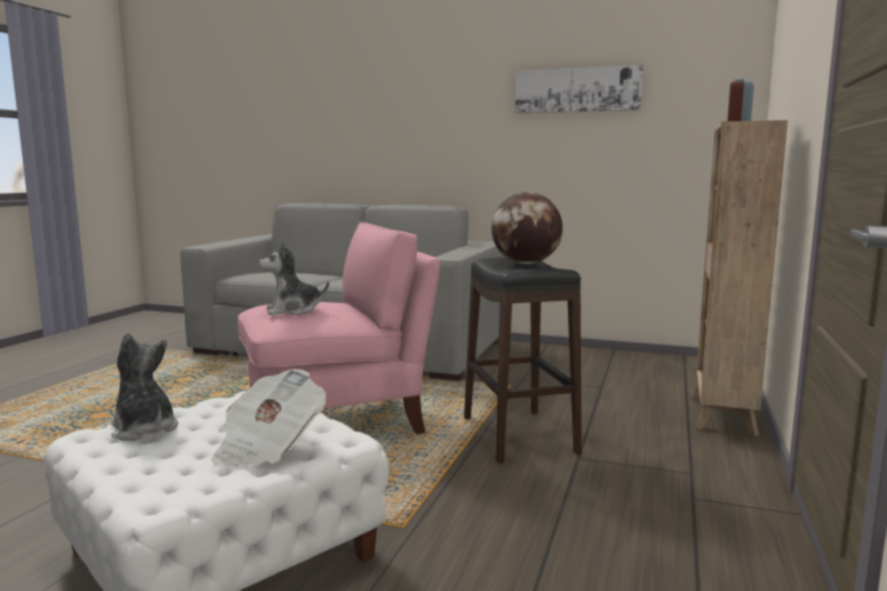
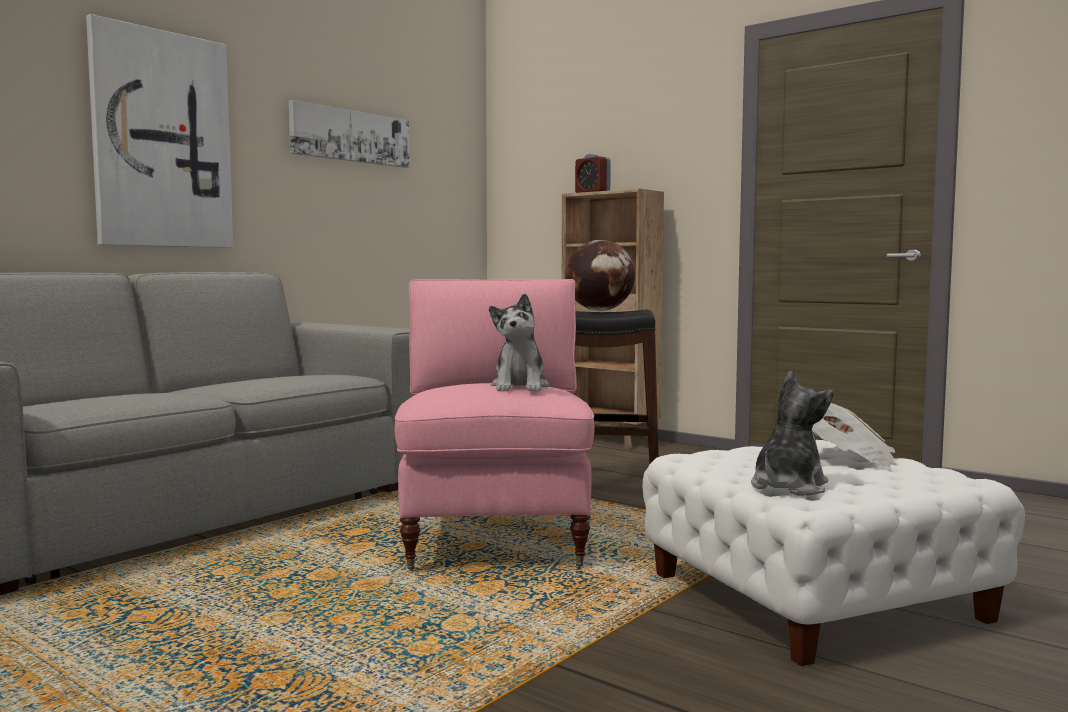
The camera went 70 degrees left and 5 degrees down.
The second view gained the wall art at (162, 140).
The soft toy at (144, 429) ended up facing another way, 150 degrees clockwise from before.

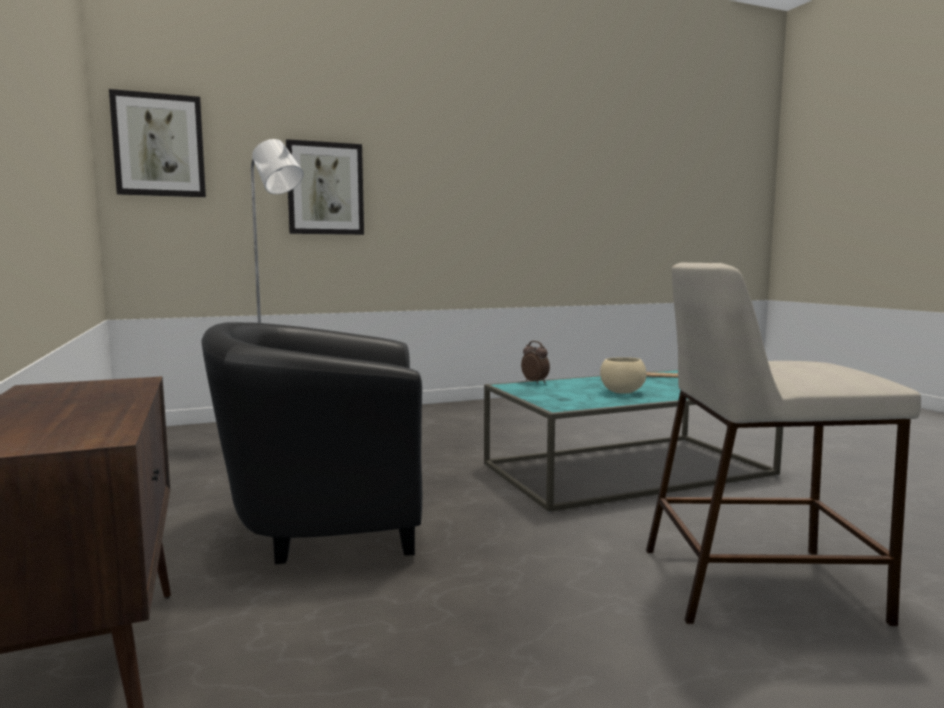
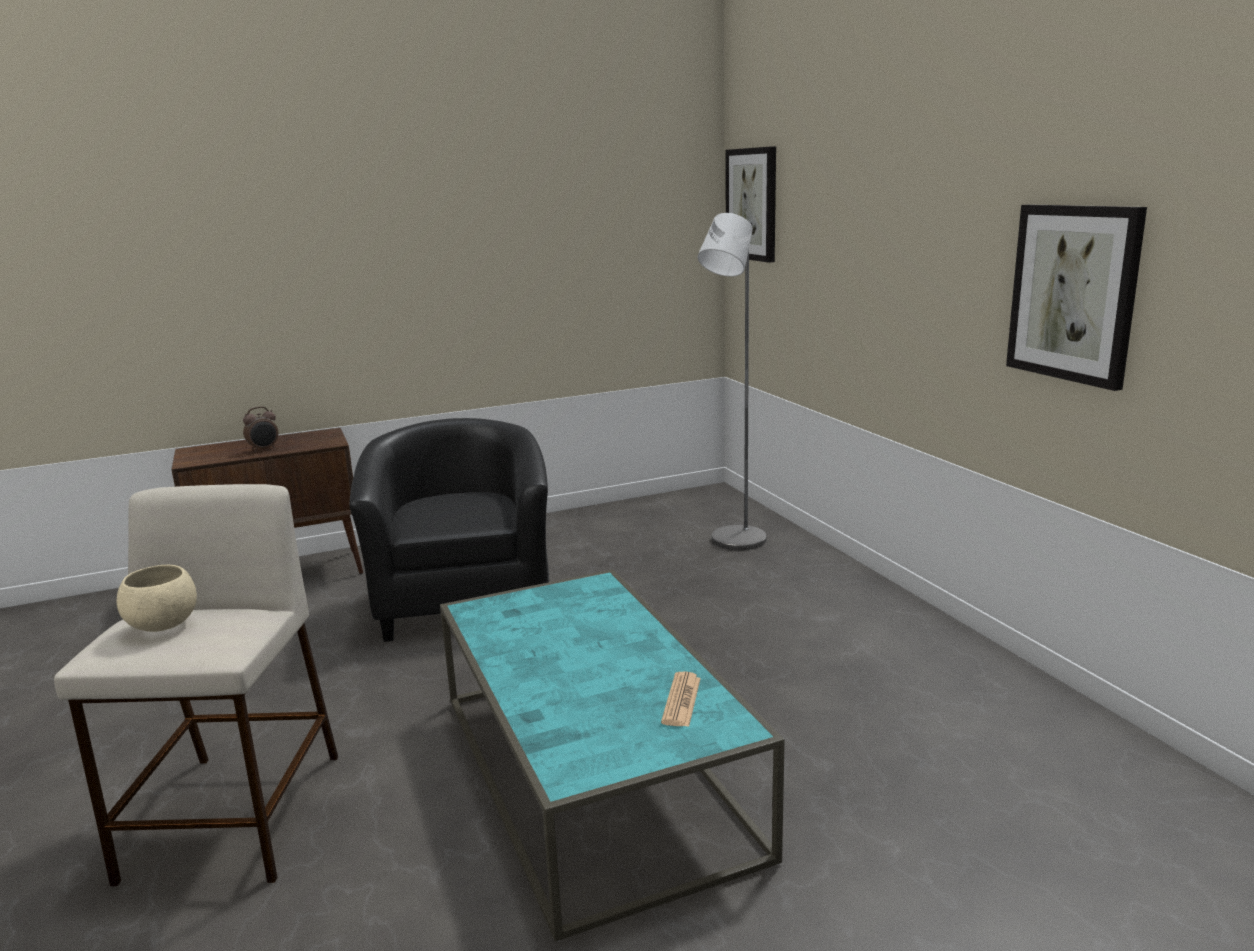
The camera went 90 degrees right and 10 degrees up.
The beige-coloured serving bowl ended up elsewhere, having gone from (621, 392) to (164, 625).
The bedside clock ended up elsewhere, having gone from (535, 382) to (264, 449).
The wall art ended up elsewhere, having gone from (325, 188) to (1073, 293).

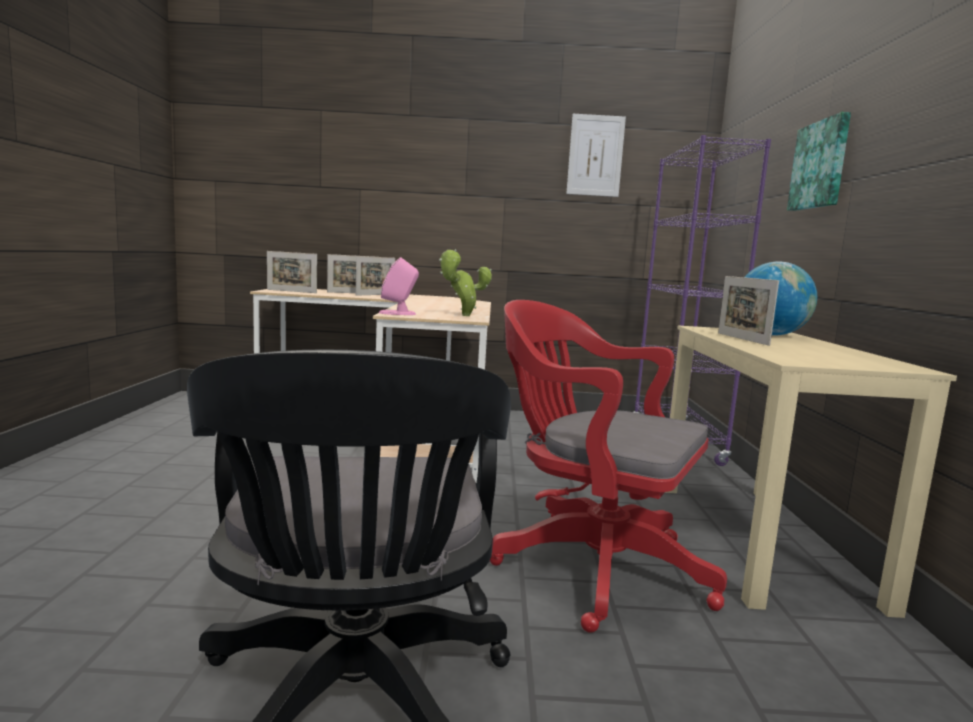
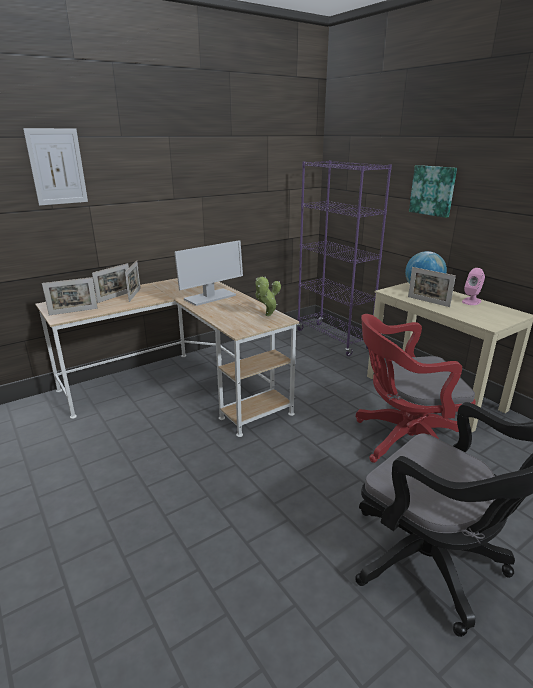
The camera went 35 degrees left and 15 degrees up.
The wall art ended up elsewhere, having gone from (595, 155) to (57, 167).
The second view gained the monitor at (210, 297).
The pink speaker ended up elsewhere, having gone from (398, 313) to (471, 301).

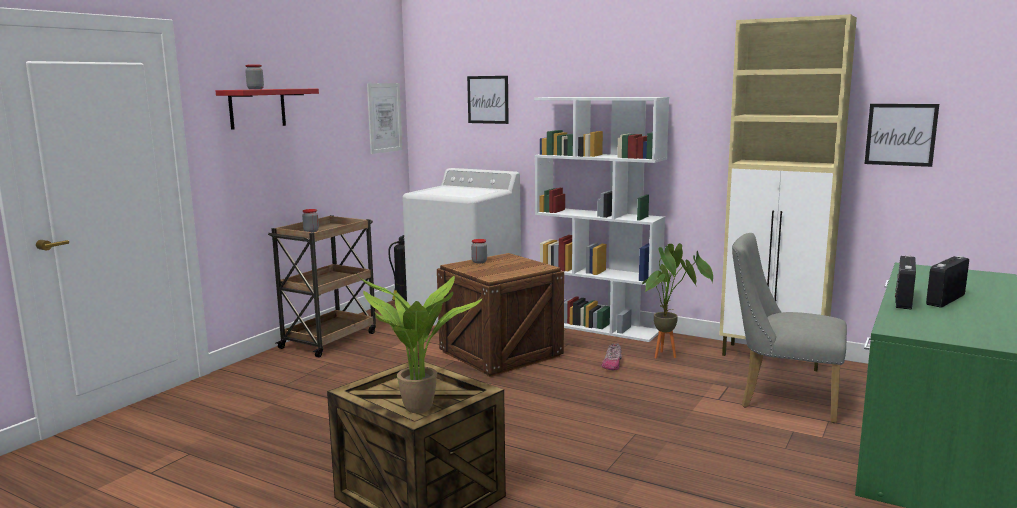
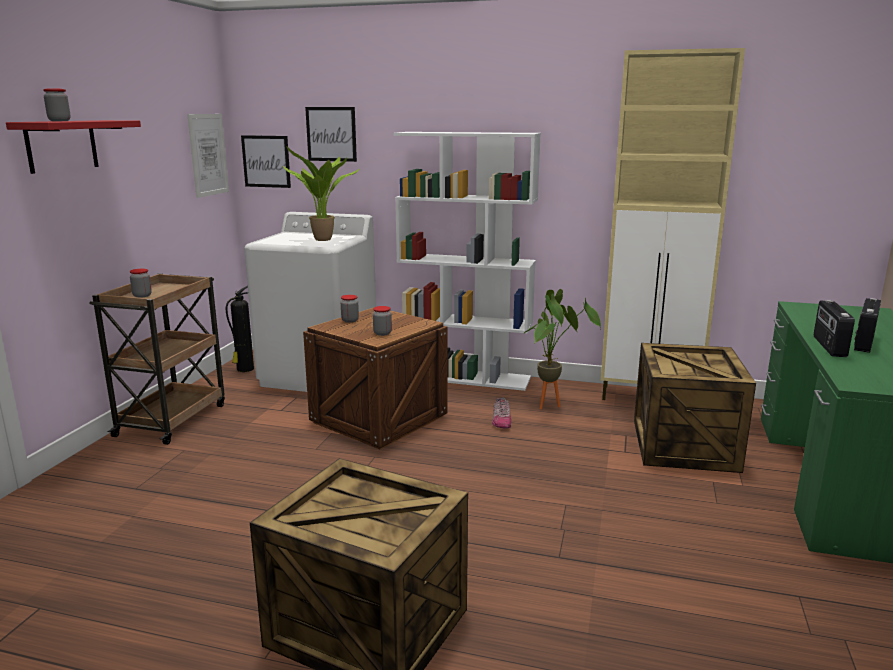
The camera went 15 degrees left and 5 degrees up.
The wall art ended up elsewhere, having gone from (900, 134) to (266, 161).
The houseplant ended up elsewhere, having gone from (418, 411) to (324, 240).
The second view gained the storage jar at (382, 333).
Where the greyish upright chair stood at (781, 399), the crate came to stand at (682, 444).

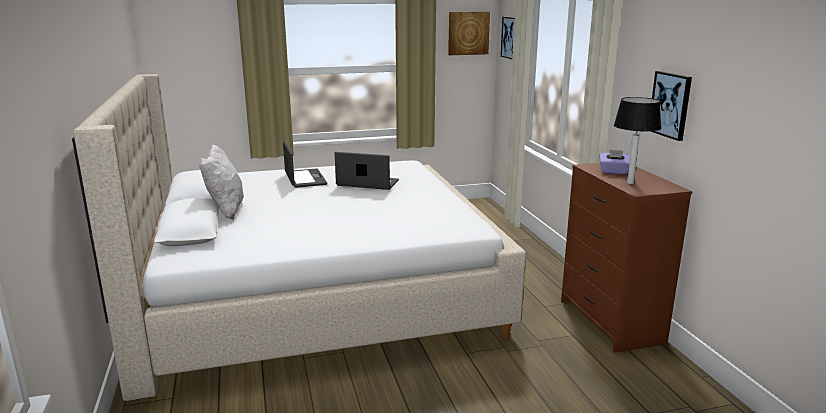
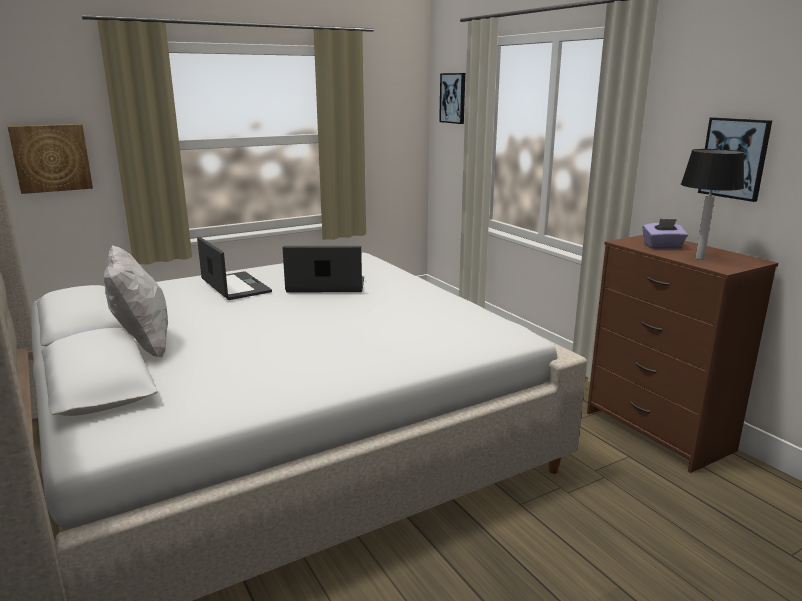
The camera went 15 degrees left and 0 degrees up.
The wall art ended up elsewhere, having gone from (468, 33) to (51, 158).

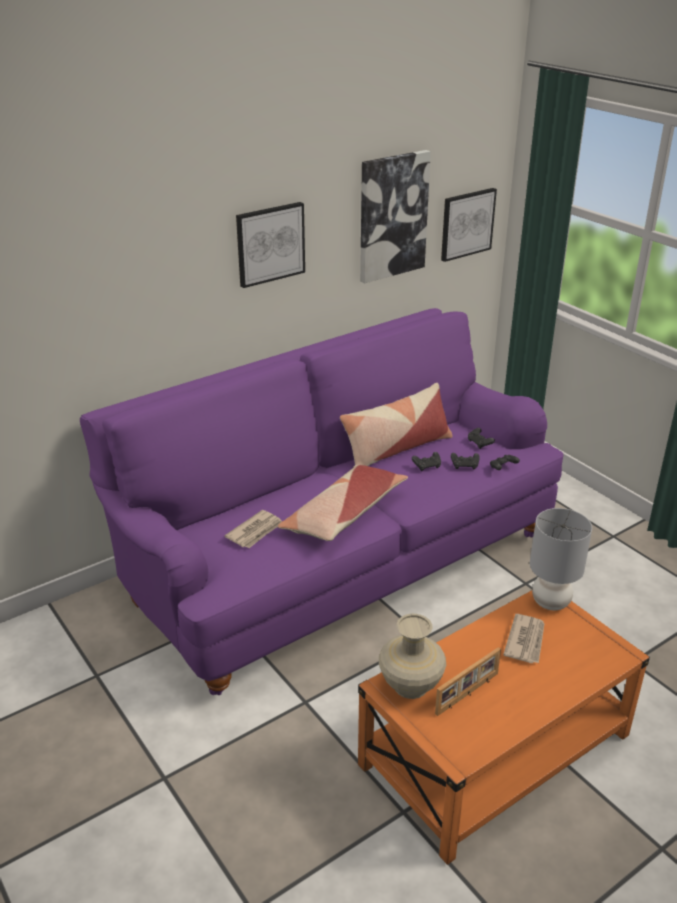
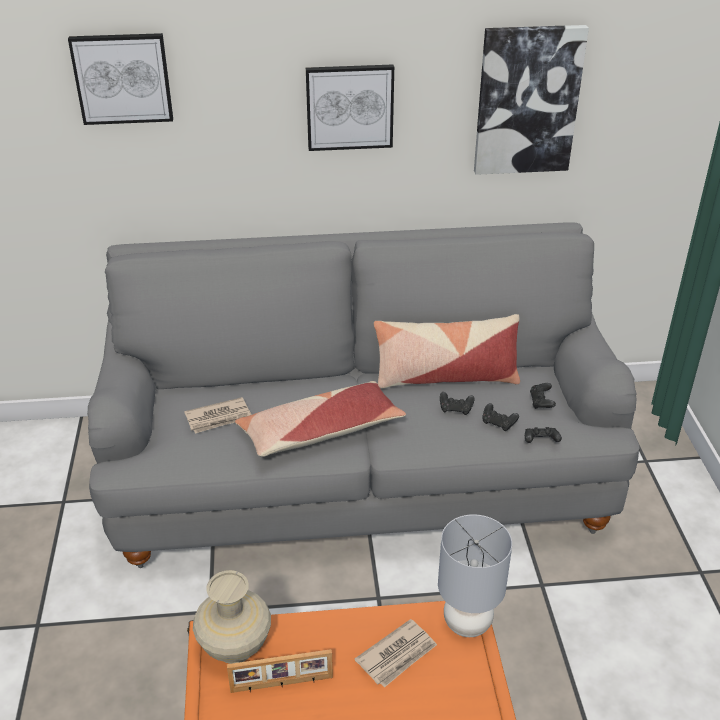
The camera went 30 degrees right and 5 degrees up.
The wall art ended up elsewhere, having gone from (466, 224) to (122, 78).
What was the purplish settee at (337, 563) turned into the greyish settee at (359, 478).

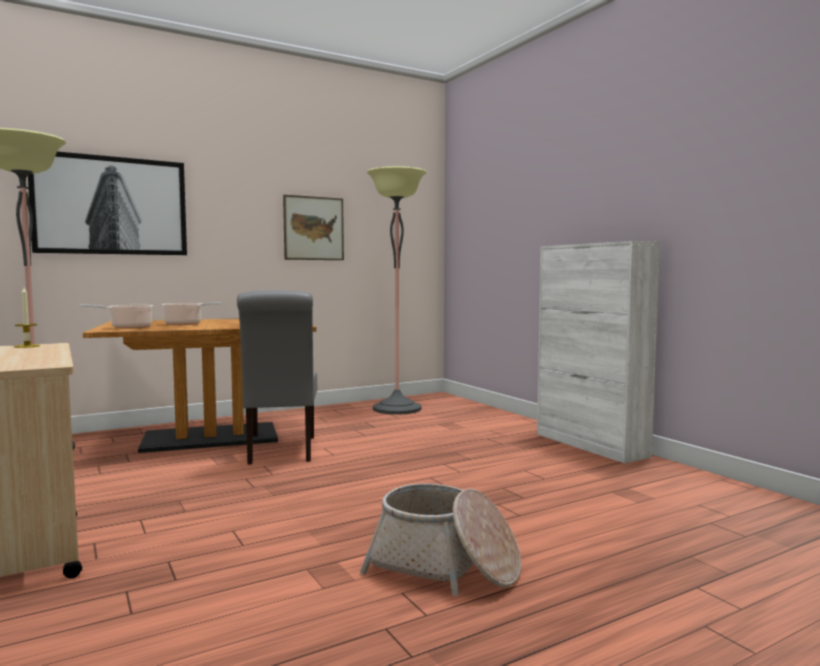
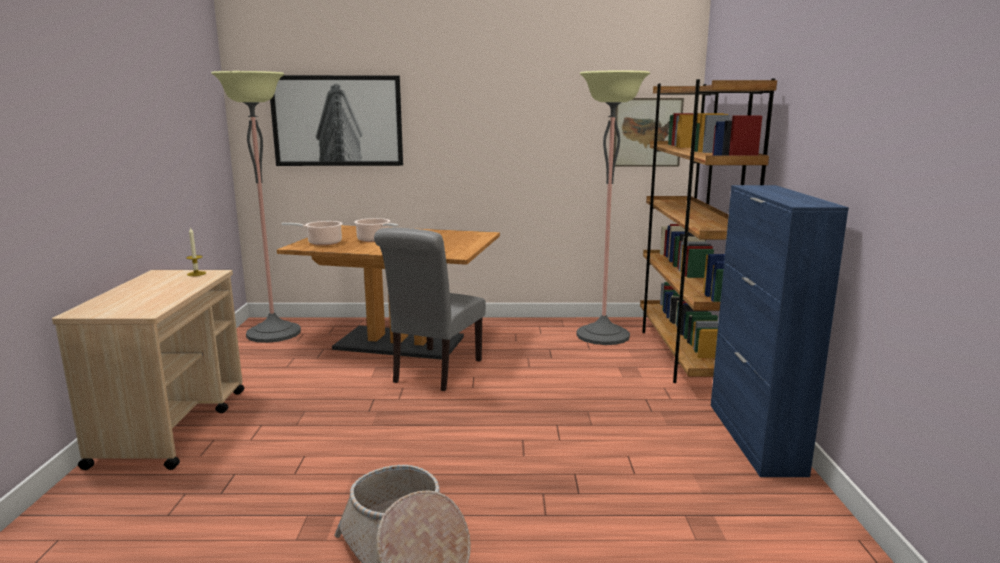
The camera went 30 degrees right and 10 degrees up.
The wall art ended up elsewhere, having gone from (314, 228) to (647, 132).
The second view gained the brown-coloured bookcase at (684, 355).
What was the white-coloured storage cabinet at (590, 445) turned into the blue storage cabinet at (755, 438).

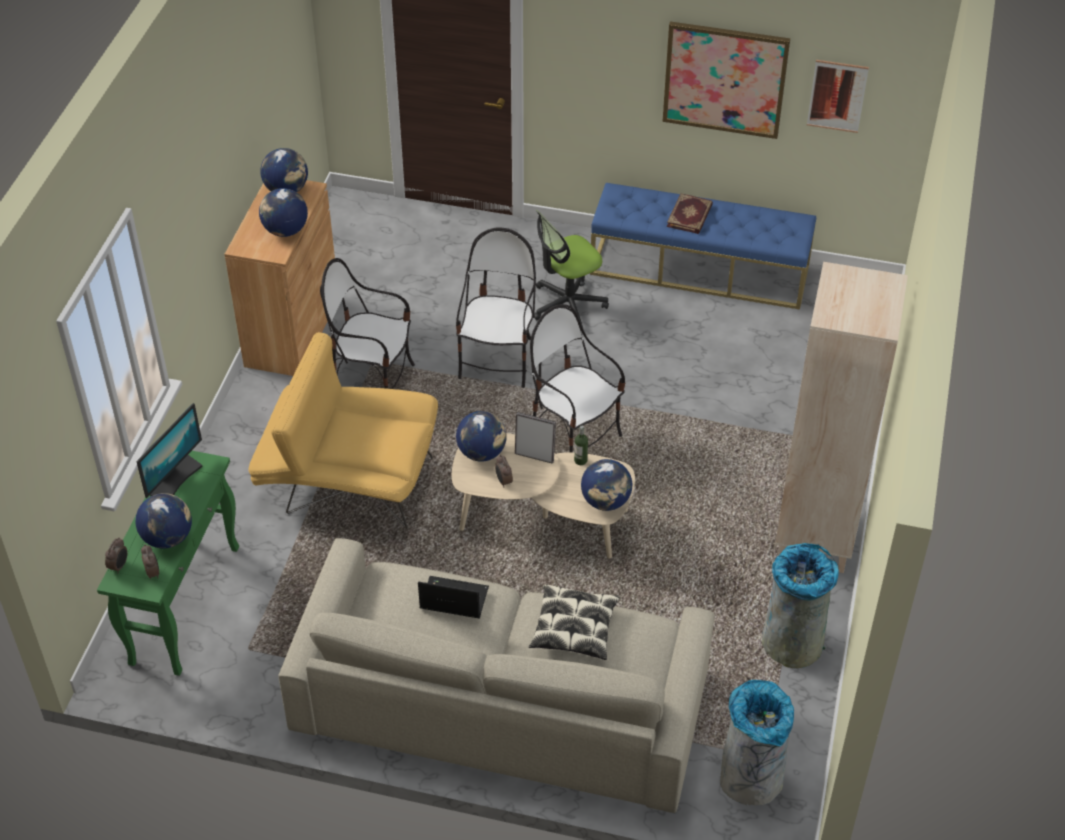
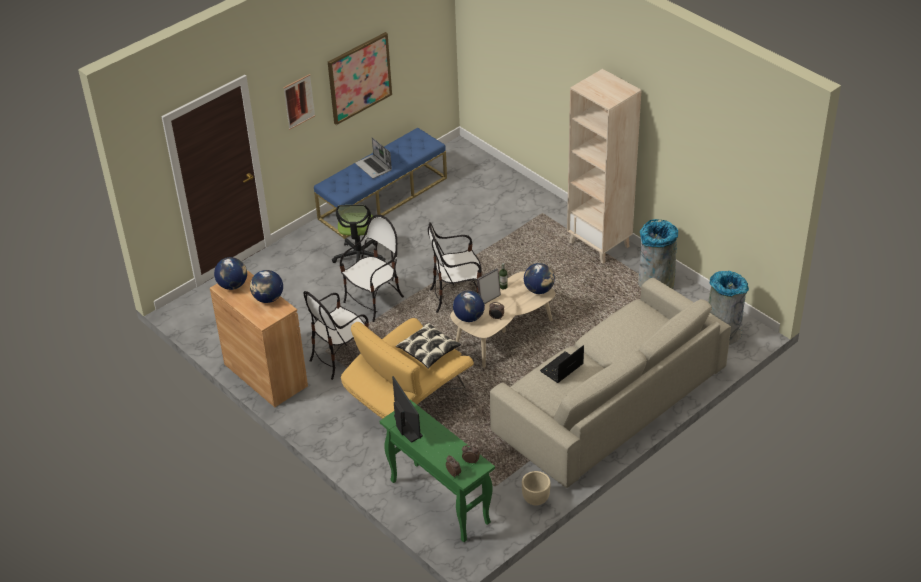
The camera went 55 degrees left and 5 degrees down.
The wall art ended up elsewhere, having gone from (837, 96) to (299, 101).
The upright chair at (498, 360) ended up facing another way, 90 degrees clockwise from before.
Where the volume stood at (690, 216), the laptop came to stand at (374, 167).
The pillow ended up elsewhere, having gone from (574, 629) to (428, 350).
The second view gained the beige-coloured planter at (536, 500).
The second view lost the globe at (168, 537).

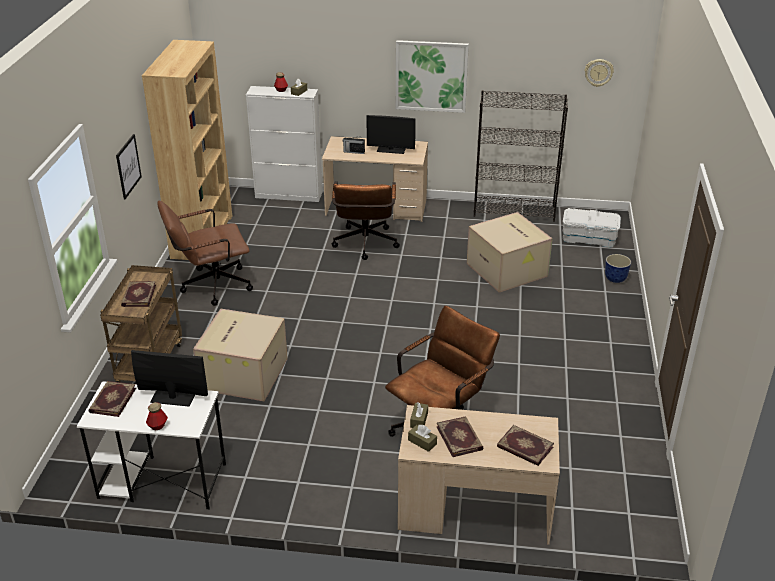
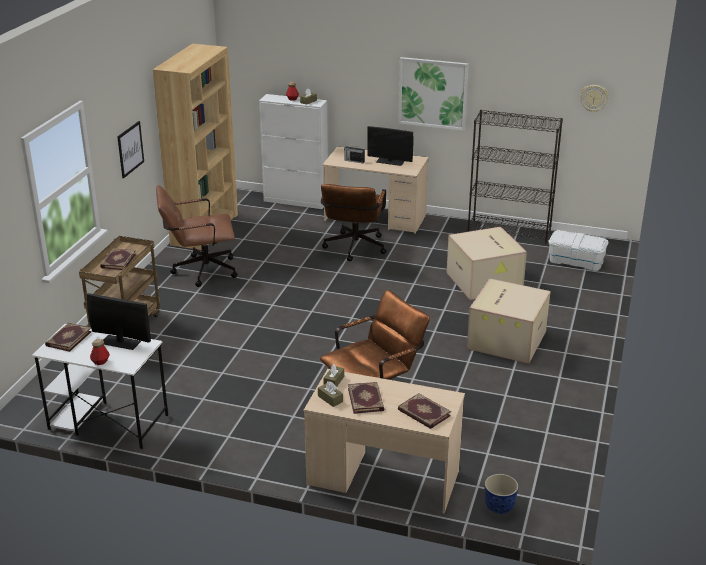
The camera went 10 degrees right and 5 degrees down.
The packing box ended up elsewhere, having gone from (243, 373) to (506, 339).
The planter ended up elsewhere, having gone from (615, 279) to (499, 507).

